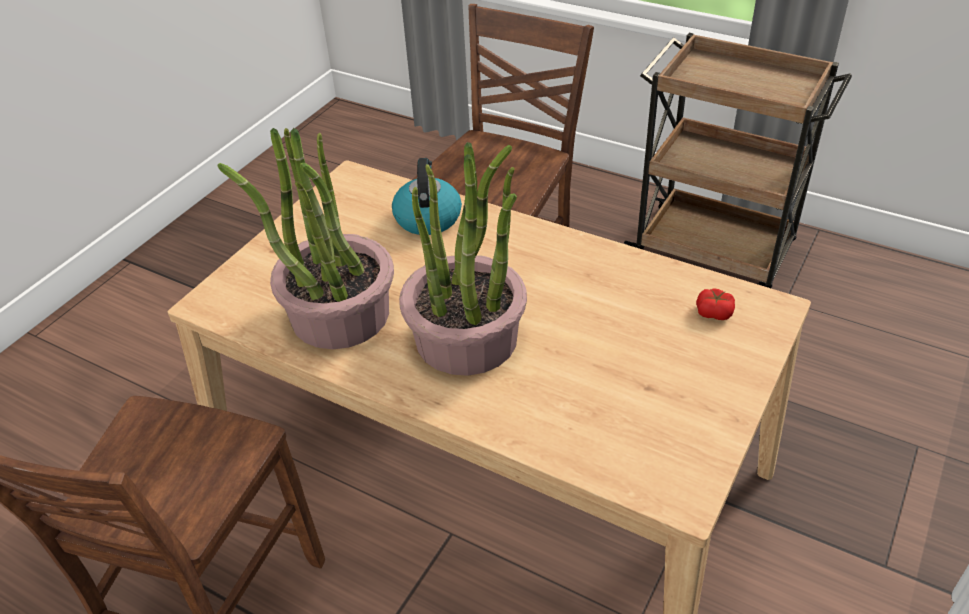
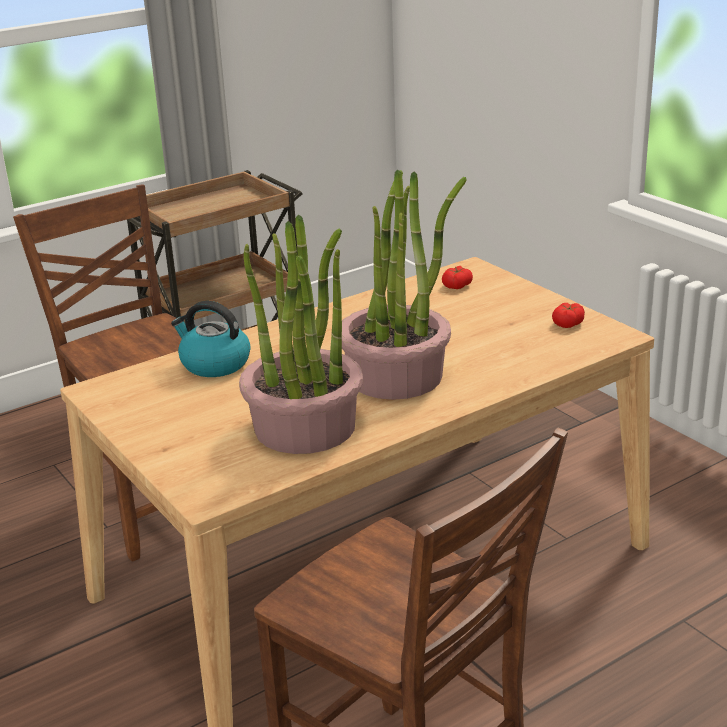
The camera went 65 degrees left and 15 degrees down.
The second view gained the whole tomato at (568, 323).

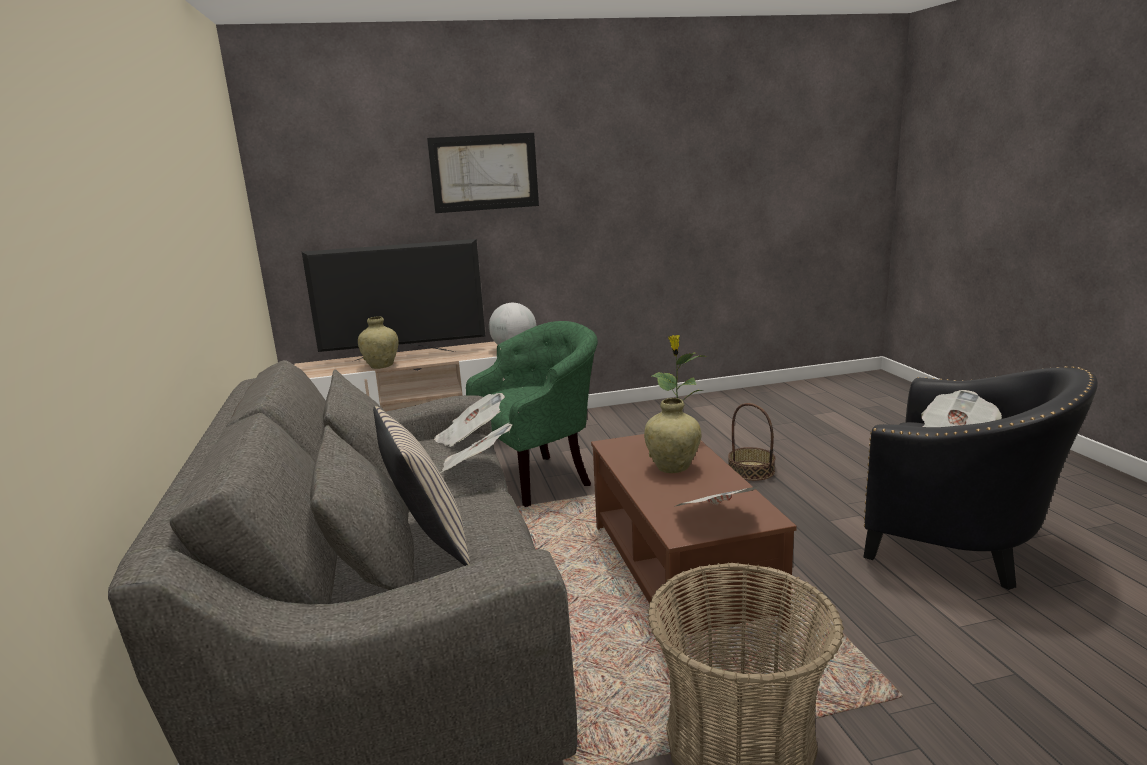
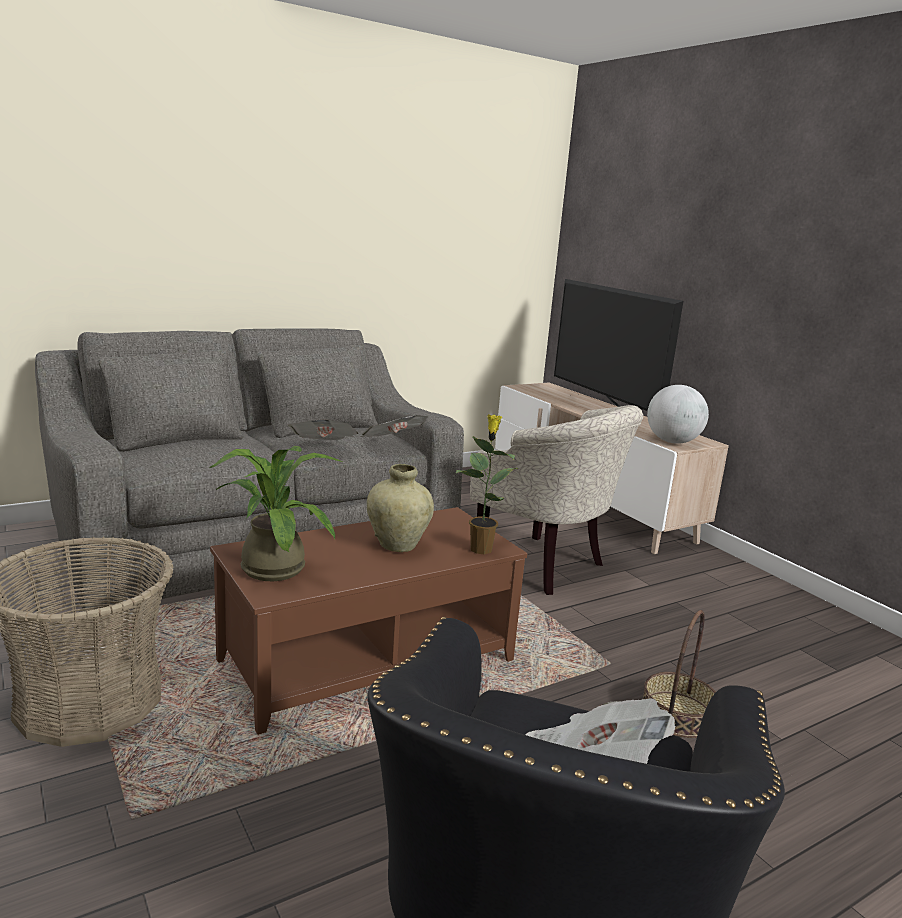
The camera went 70 degrees right and 0 degrees up.
Where the printed paper stood at (714, 518), the houseplant came to stand at (272, 565).
What was the green armchair at (542, 478) turned into the beige-coloured armchair at (547, 566).
The second view lost the beige-coloured decorative vase at (381, 366).
The second view lost the beige-coloured pillow at (427, 541).
The second view lost the wall art at (484, 172).

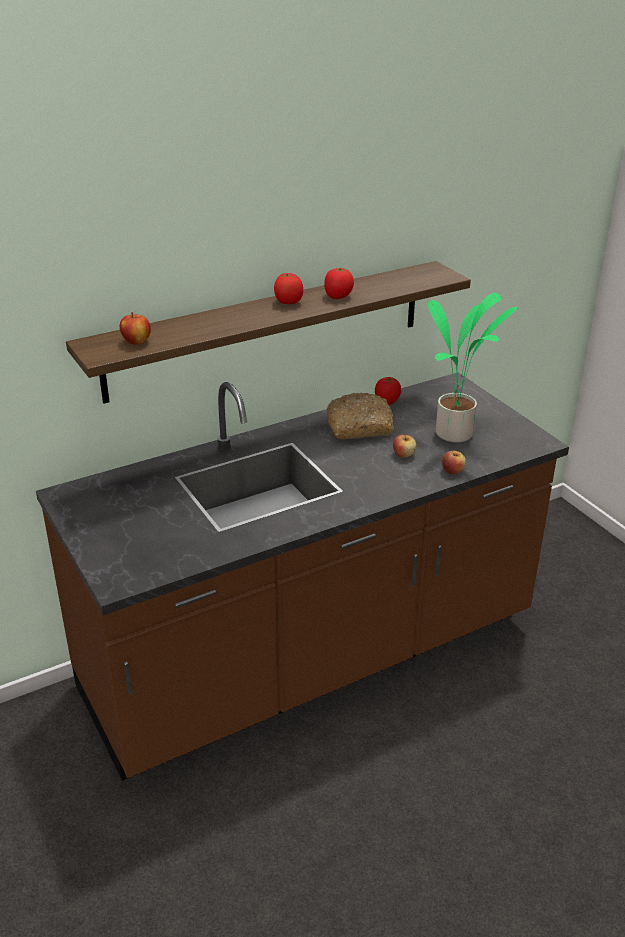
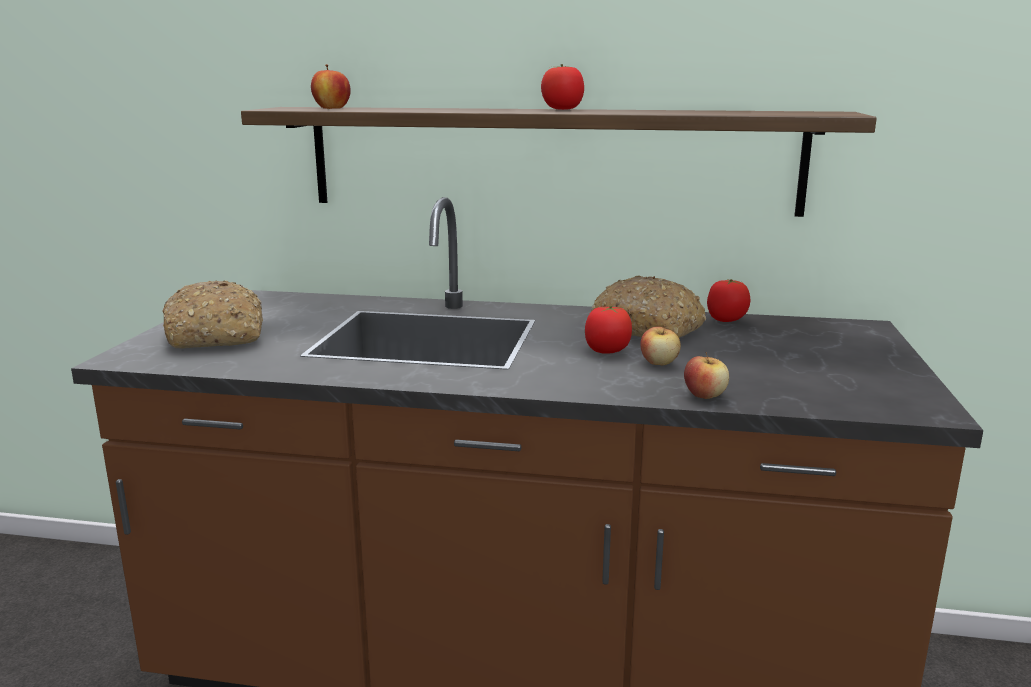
The camera went 40 degrees right and 15 degrees down.
The second view gained the bakery bread at (217, 335).
The whole tomato ended up elsewhere, having gone from (338, 296) to (607, 351).
The second view lost the houseplant at (457, 434).

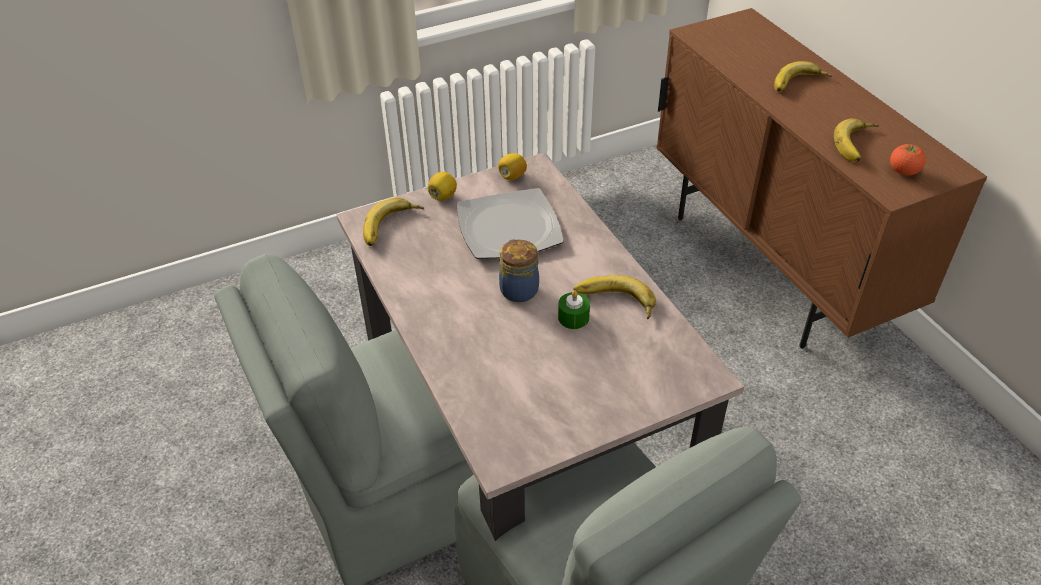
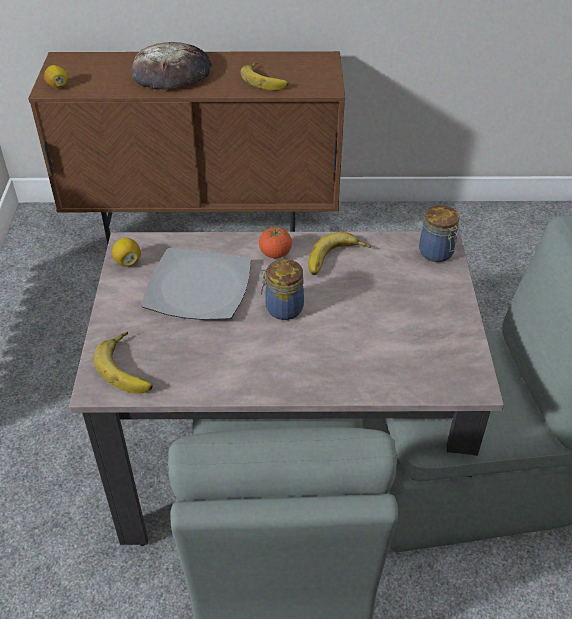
The camera went 65 degrees left and 0 degrees up.
The citrus fruit ended up elsewhere, having gone from (443, 196) to (58, 86).
Where the banana stood at (799, 84), the bakery bread came to stand at (172, 72).
The whole tomato ended up elsewhere, having gone from (903, 172) to (275, 254).
The second view gained the storage jar at (437, 253).
The second view lost the green wax candle at (573, 317).

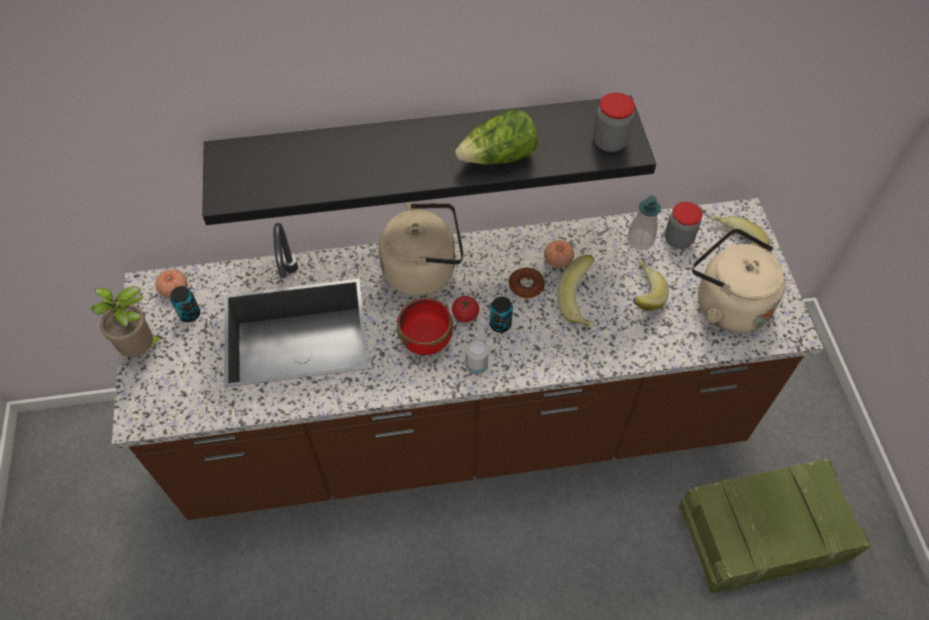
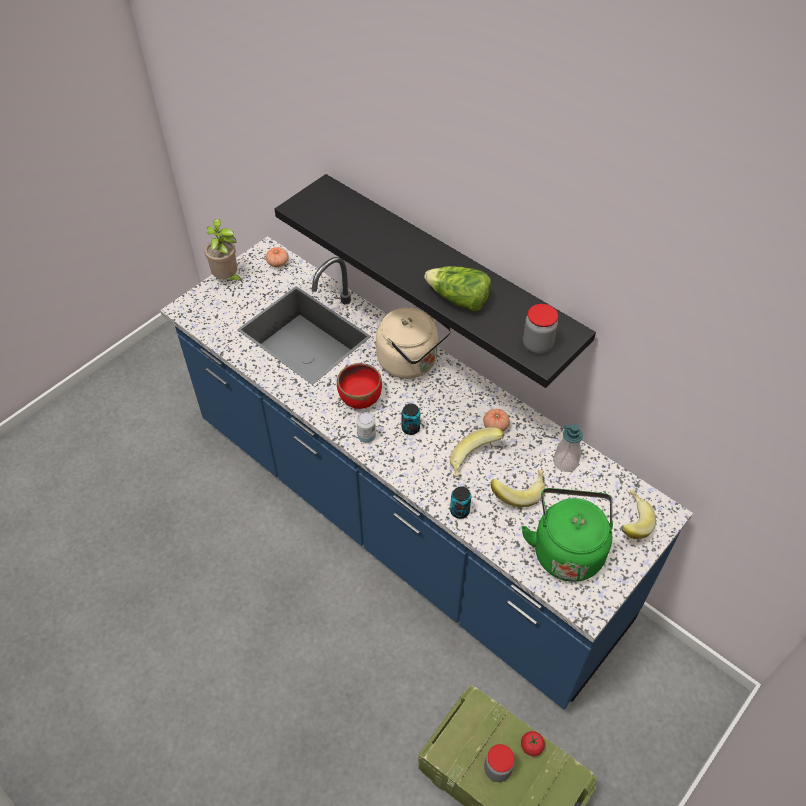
The camera went 50 degrees right and 5 degrees down.
What was the brown-coloured kitchen counter at (464, 428) turned into the blue kitchen counter at (403, 520).
The sealed can ended up elsewhere, having gone from (190, 314) to (459, 511).
The storage jar ended up elsewhere, having gone from (678, 239) to (497, 769).
What was the beige-coloured tea kettle at (726, 303) turned into the green tea kettle at (567, 549).
The whole tomato ended up elsewhere, having gone from (465, 315) to (531, 746).
The second view lost the ring doughnut at (526, 285).

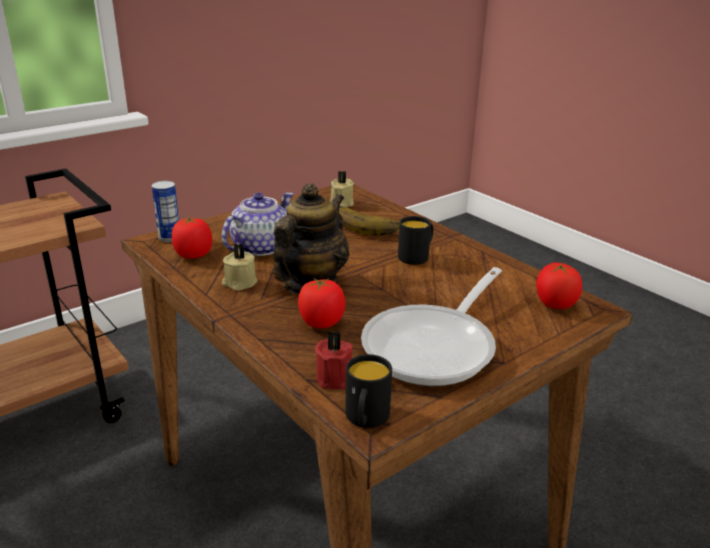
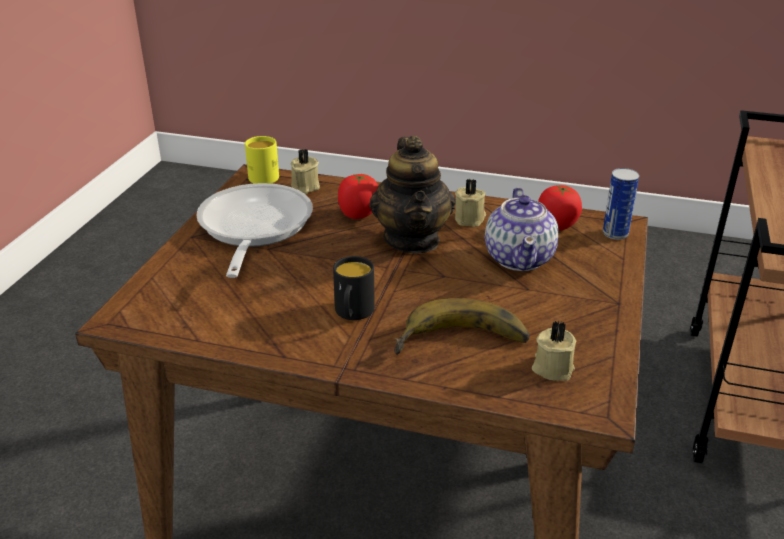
The camera went 145 degrees right and 5 degrees up.
What was the black coffee mug at (366, 419) turned into the yellow-coloured coffee mug at (262, 176).
What was the red wax candle at (336, 377) turned into the beige-coloured wax candle at (304, 188).
The second view lost the whole tomato at (554, 304).

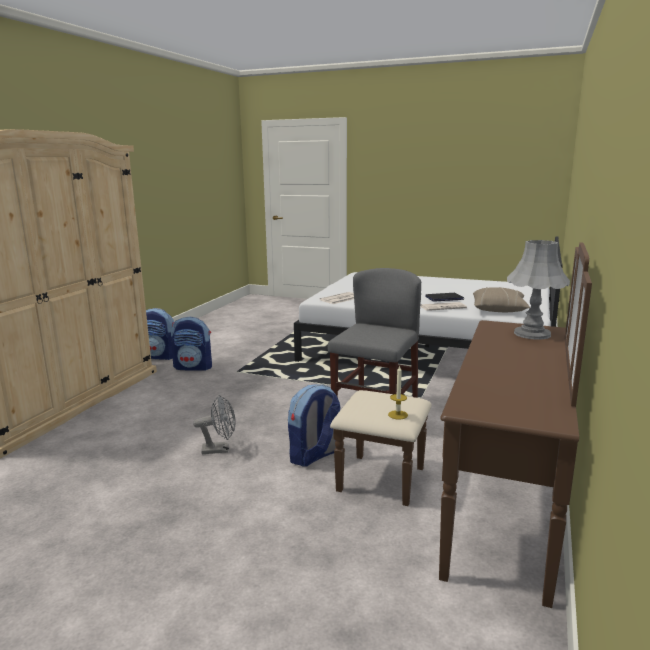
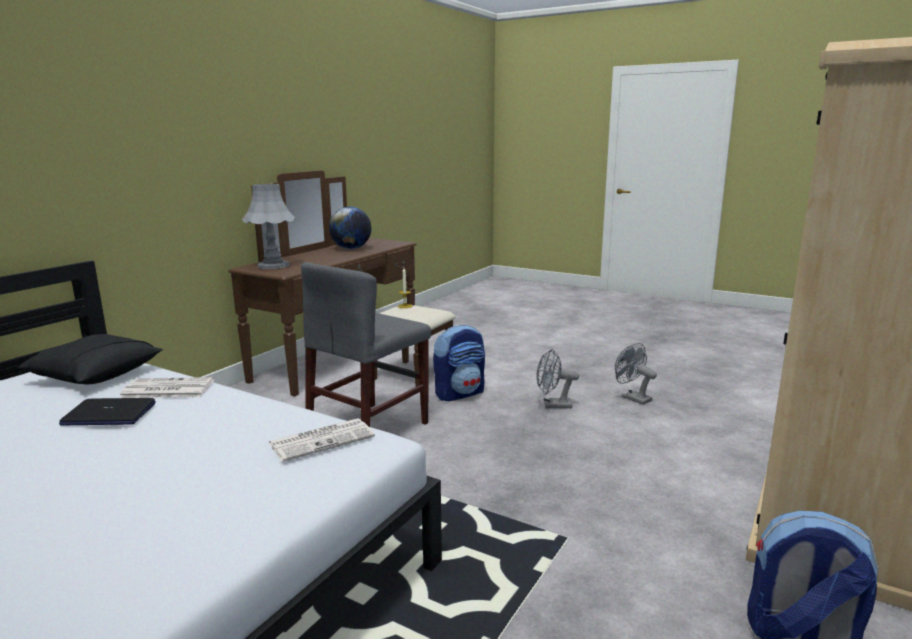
The camera went 170 degrees left and 0 degrees up.
What was the beige-coloured pillow at (499, 309) turned into the black pillow at (95, 375).
The second view gained the globe at (351, 248).
The second view gained the greyish fan at (632, 398).
The second view lost the backpack at (194, 367).

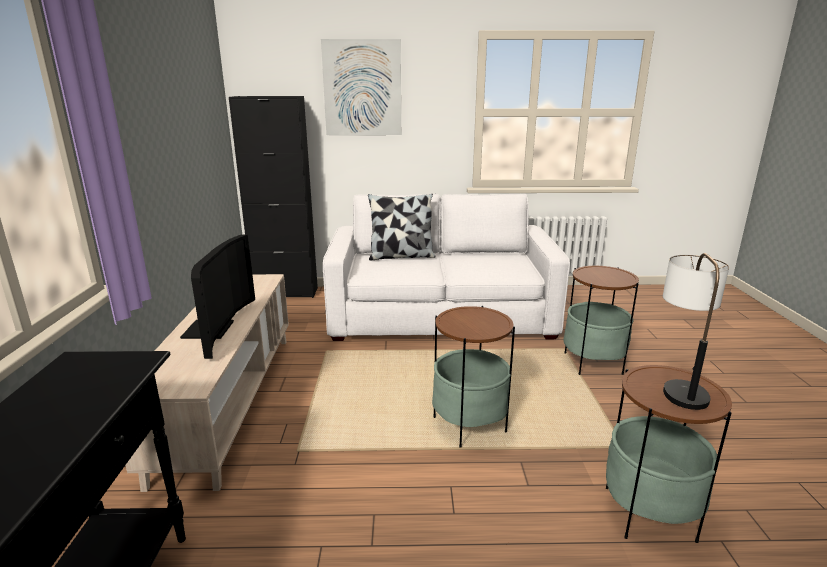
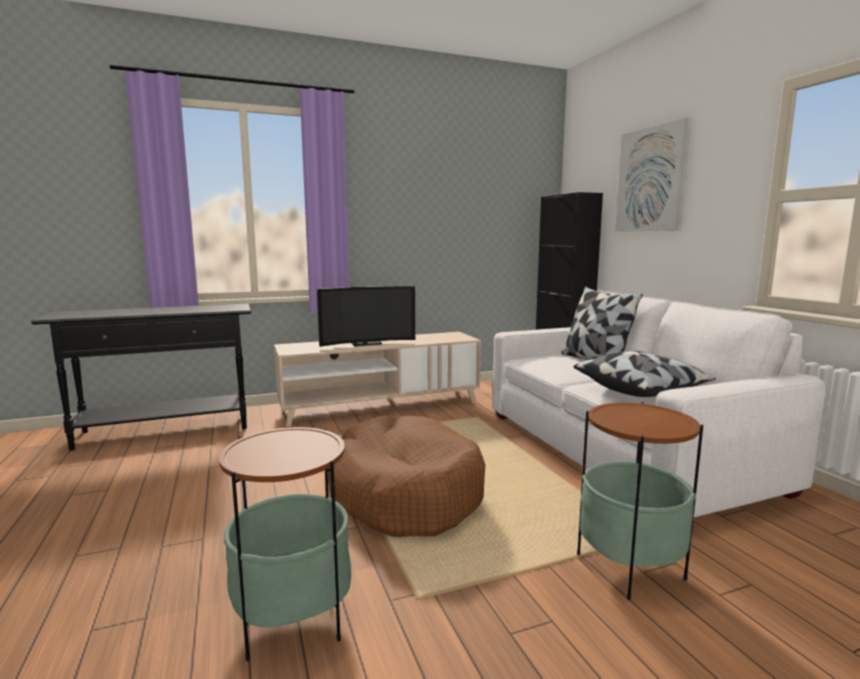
The camera went 70 degrees right and 10 degrees down.
Where the accent table stood at (469, 425), the brown-coloured dog cushion came to stand at (404, 493).
The second view gained the pillow at (640, 390).
The second view lost the lamp for a table at (679, 384).

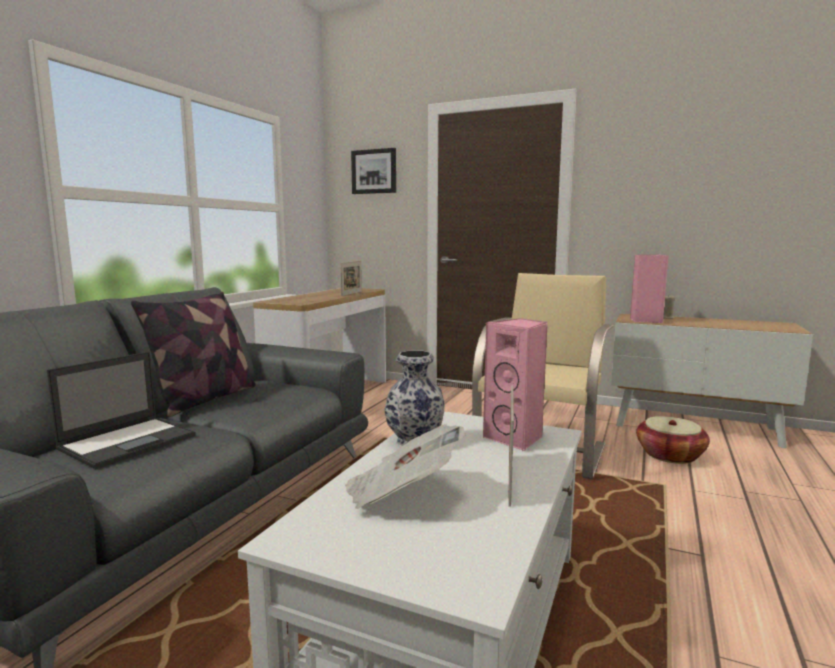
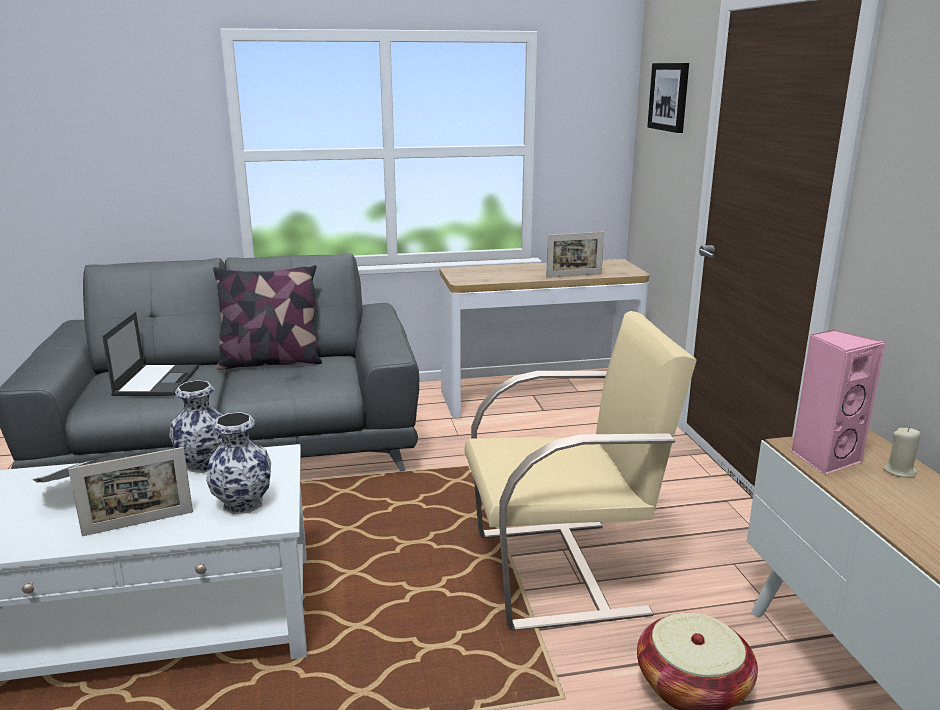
The camera went 55 degrees right and 10 degrees up.
The laptop at (129, 442) ended up facing another way, 90 degrees counterclockwise from before.
Where the pink speaker stood at (516, 438), the decorative vase came to stand at (243, 504).

